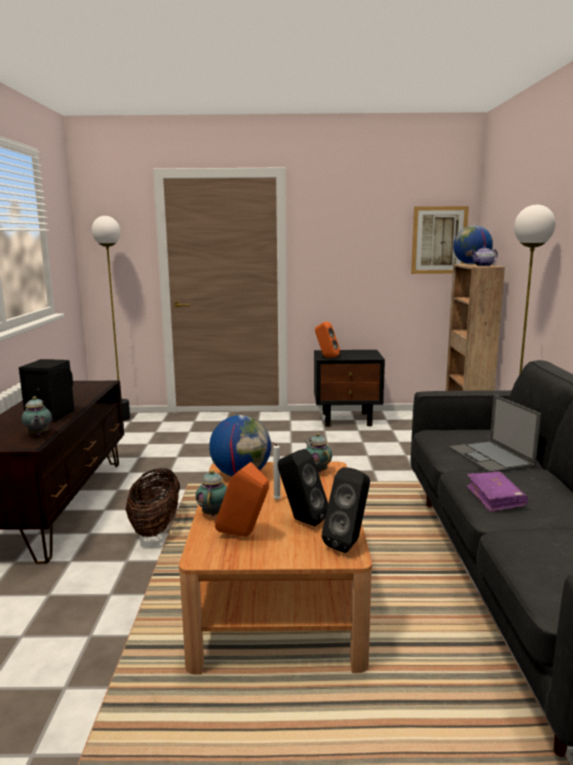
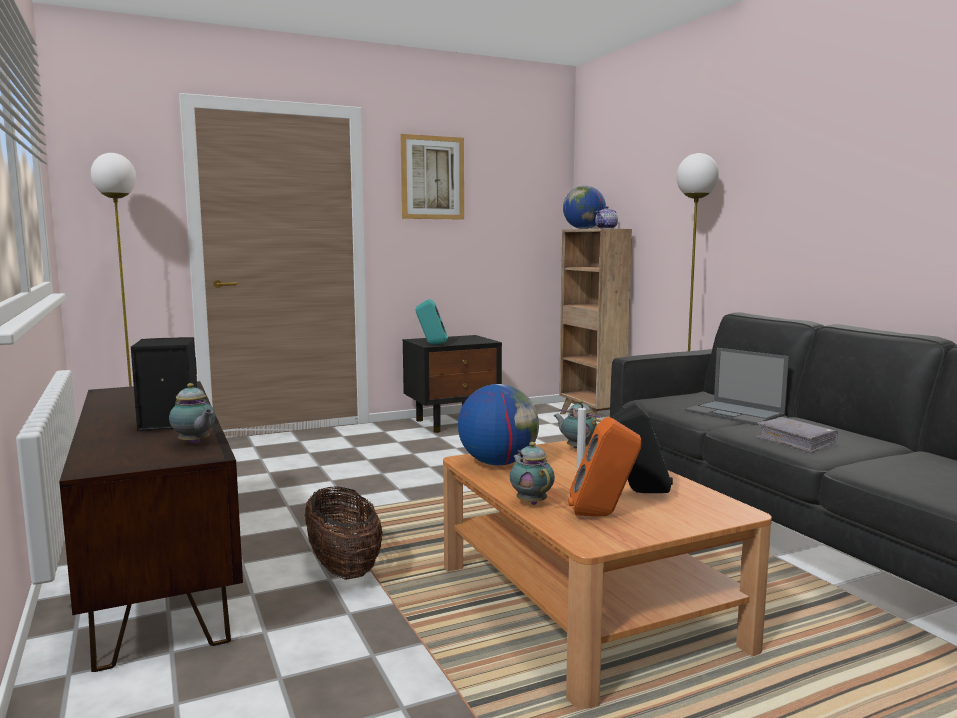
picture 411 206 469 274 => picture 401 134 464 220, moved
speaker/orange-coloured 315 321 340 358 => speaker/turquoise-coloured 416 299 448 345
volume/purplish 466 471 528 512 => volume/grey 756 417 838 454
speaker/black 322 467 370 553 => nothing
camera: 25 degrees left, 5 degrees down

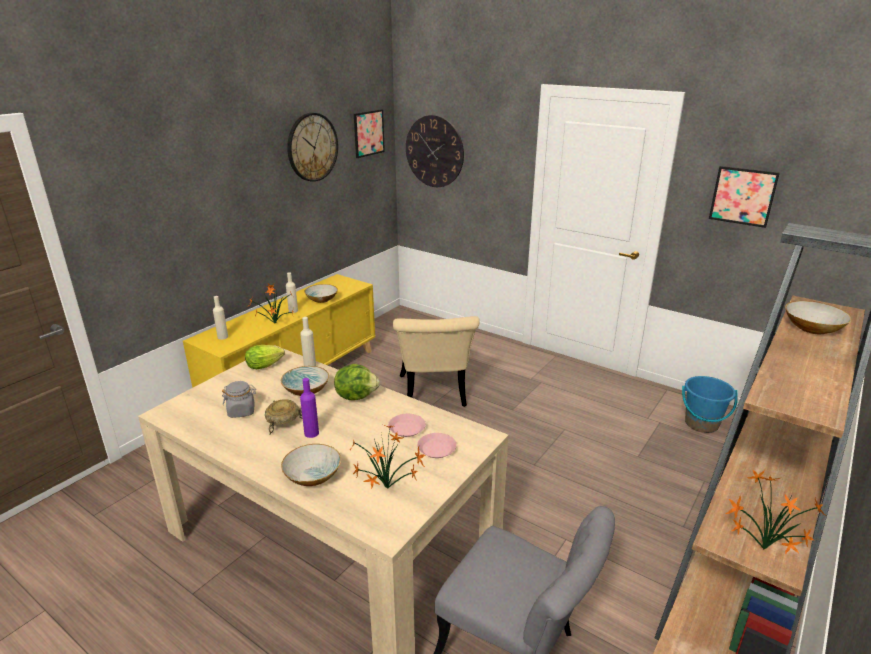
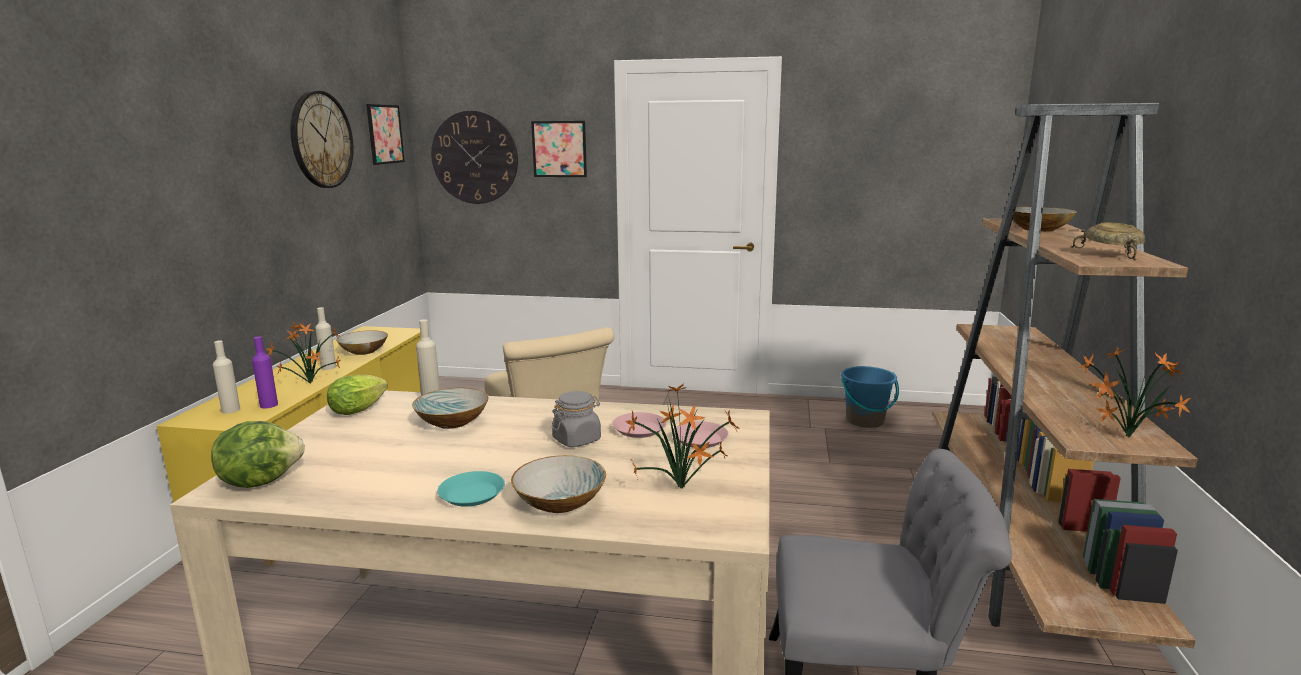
lettuce head 334 364 380 400 => lettuce head 211 421 305 488, moved
beverage bottle/purplish 300 378 319 438 => beverage bottle/purplish 252 336 278 408, moved
nothing => flat dish/turquoise-coloured 437 471 505 507
picture 709 166 780 228 => picture 531 121 587 177, moved
storage jar/grey 222 381 256 418 => storage jar/grey 552 391 601 447, moved
serving bowl/beige-coloured 265 399 303 435 => serving bowl/beige-coloured 1071 222 1145 260, moved
camera: 25 degrees left, 10 degrees down

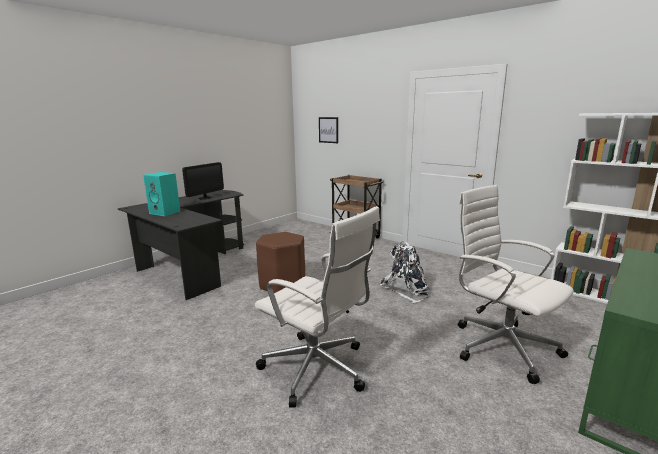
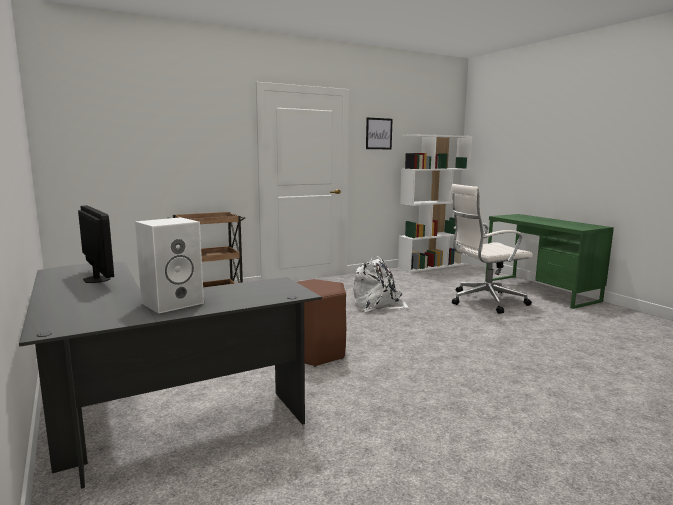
speaker/turquoise-coloured 143 172 180 216 => speaker/white-coloured 135 217 204 314
picture 319 117 338 143 => picture 366 118 393 149, moved
computer chair/white-coloured 255 206 380 408 => nothing
camera: 70 degrees left, 5 degrees down

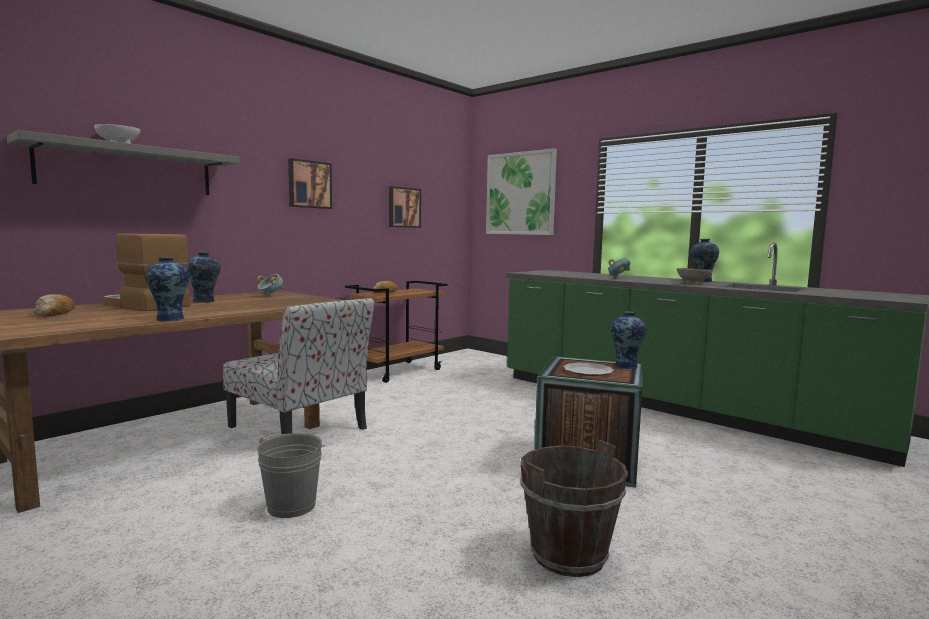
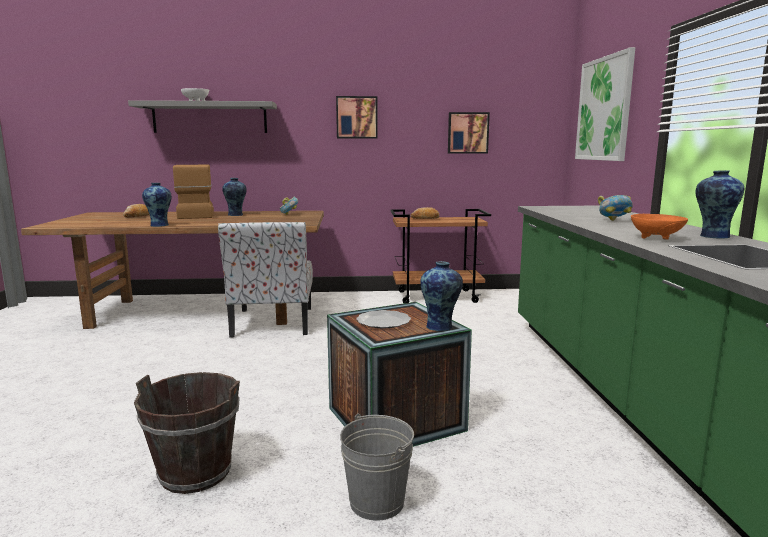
pail/grey 257 433 325 518 => pail/grey 340 413 414 521, moved
serving bowl/grey 677 268 713 284 => serving bowl/orange-coloured 631 214 688 240
camera: 45 degrees right, 5 degrees up

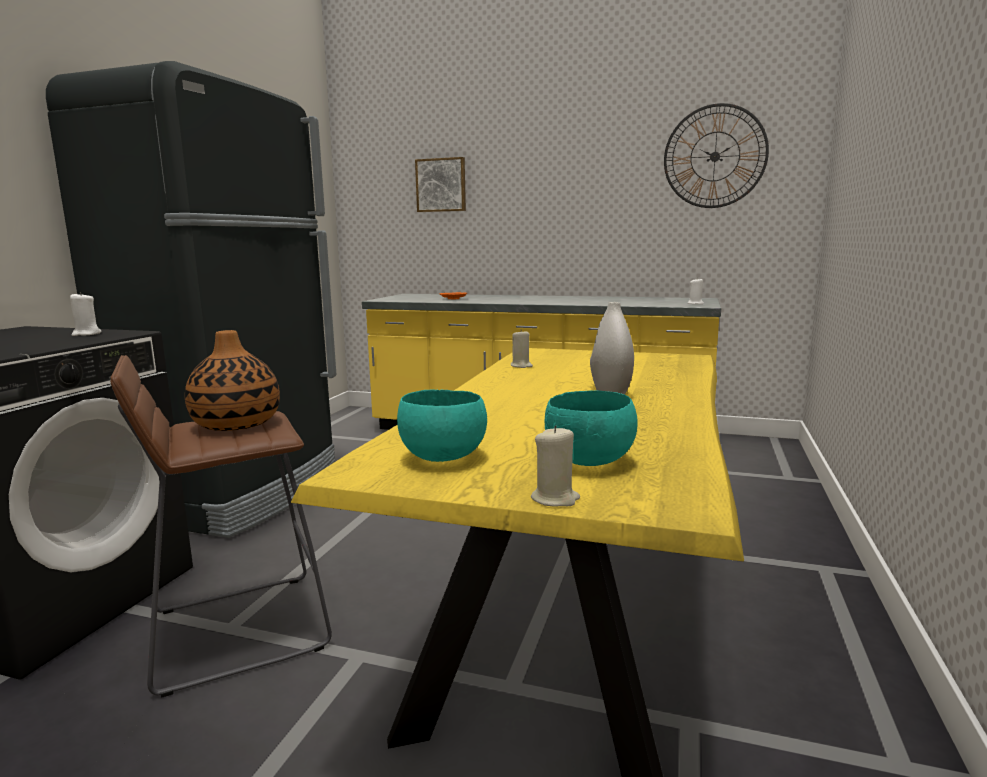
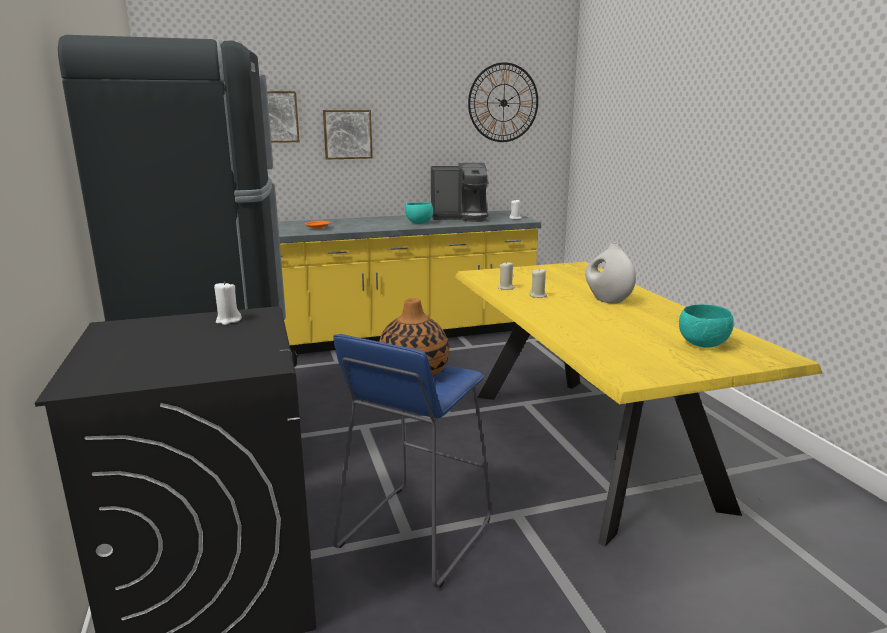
nothing => picture 323 110 373 160
stool/brown 110 355 332 698 => stool/blue-coloured 333 334 491 588
serving bowl/turquoise-coloured 397 389 487 462 => serving bowl/turquoise-coloured 405 202 433 224, moved
nothing => coffee machine 431 163 489 222
wax candle/beige-coloured 531 425 580 507 => wax candle/beige-coloured 529 268 547 298, moved
camera: 35 degrees left, 5 degrees up

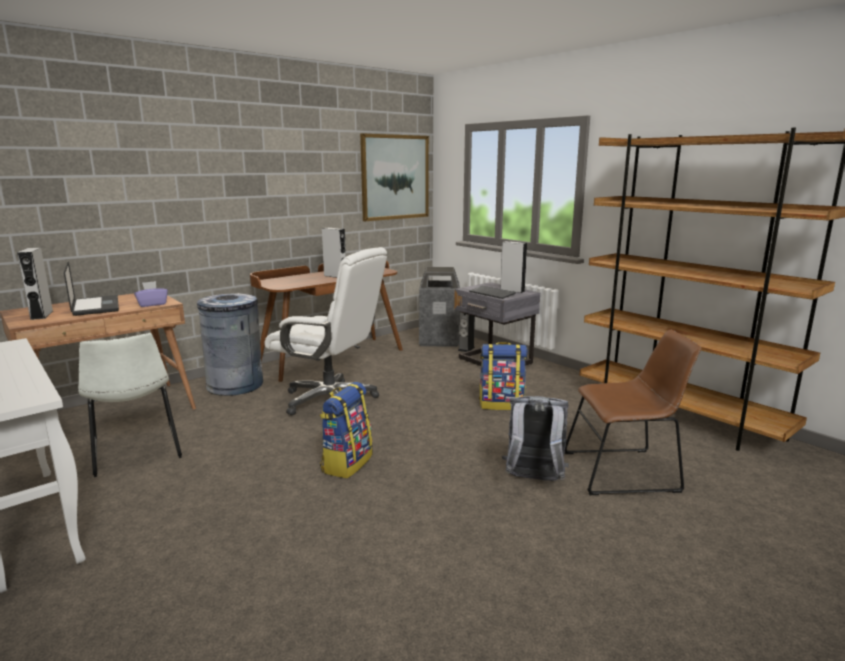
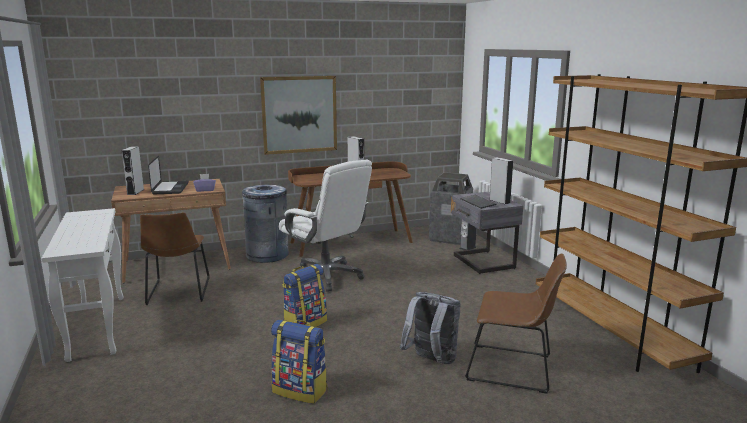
plain chair/white-coloured 78 333 182 477 => plain chair/brown 140 212 210 305
picture 360 133 429 221 => picture 260 76 337 155, moved
knapsack 479 342 528 410 => knapsack 271 320 328 404, moved
camera: 20 degrees right, 0 degrees up

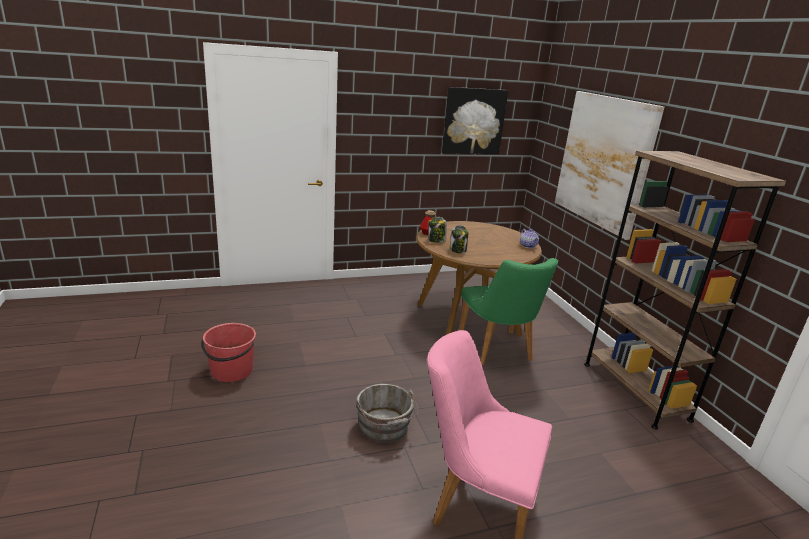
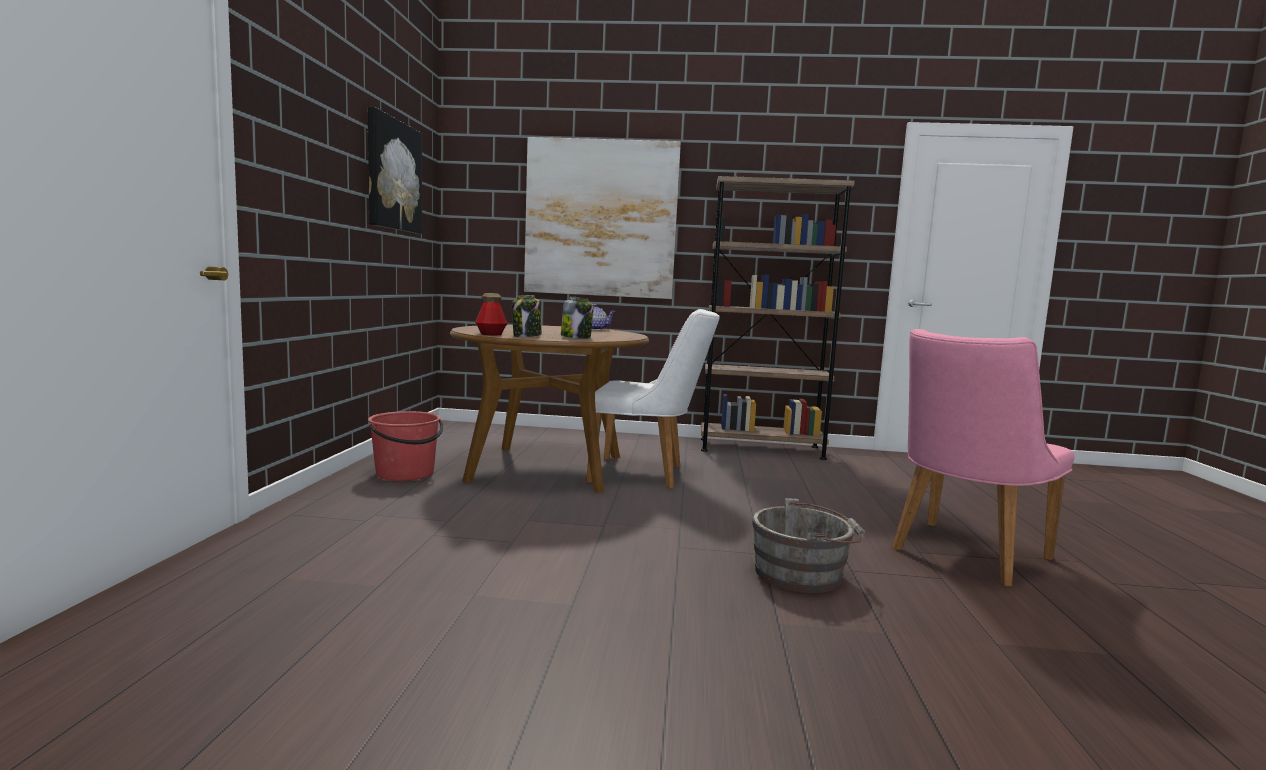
pail/reddish 201 323 256 382 => pail/reddish 368 411 443 481, moved
plain chair/green-coloured 459 258 558 365 => plain chair/white-coloured 586 309 720 489
camera: 65 degrees left, 15 degrees down

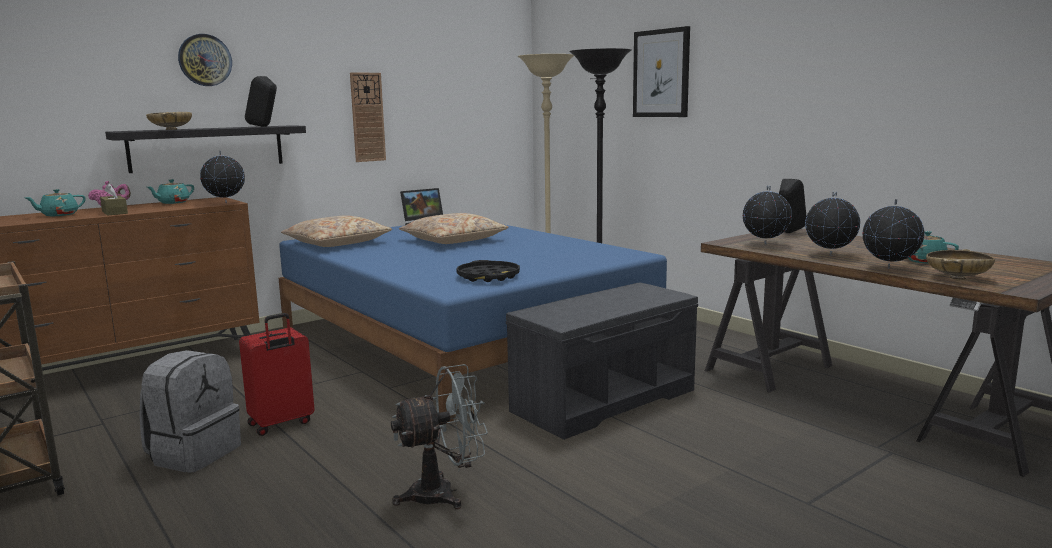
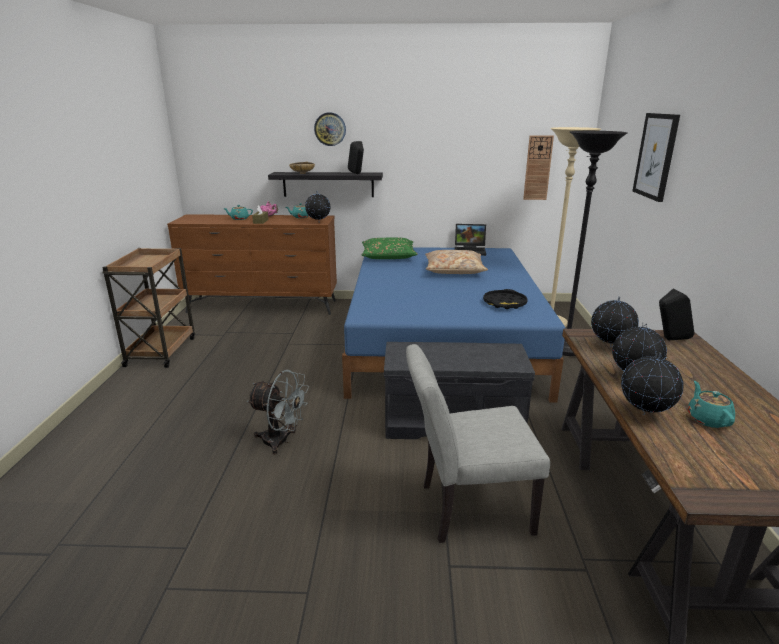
cushion/beige-coloured 281 215 392 247 => cushion/green-coloured 361 238 418 259
nothing => plain chair/grey 406 344 550 543
serving tray/black 456 260 520 282 => serving tray/black 483 289 528 309, moved
wall clock 350 72 386 162 => wall clock 523 135 554 200, moved
knapsack/grey 140 350 241 473 => nothing
suitcase/reddish 239 313 315 436 => nothing
serving bowl/beige-coloured 926 249 995 280 => nothing
camera: 40 degrees right, 10 degrees up

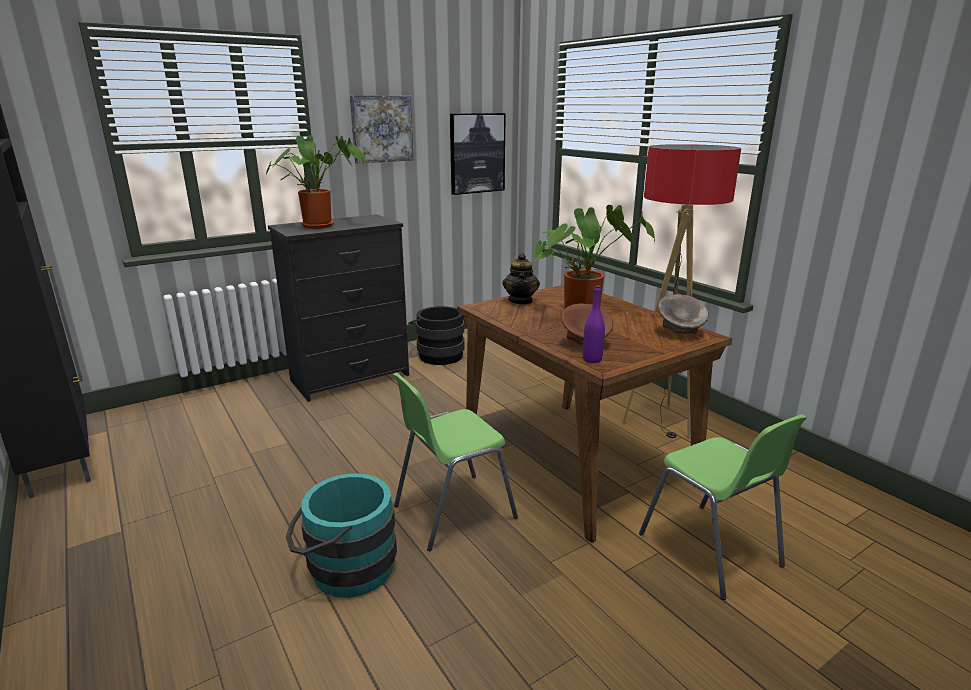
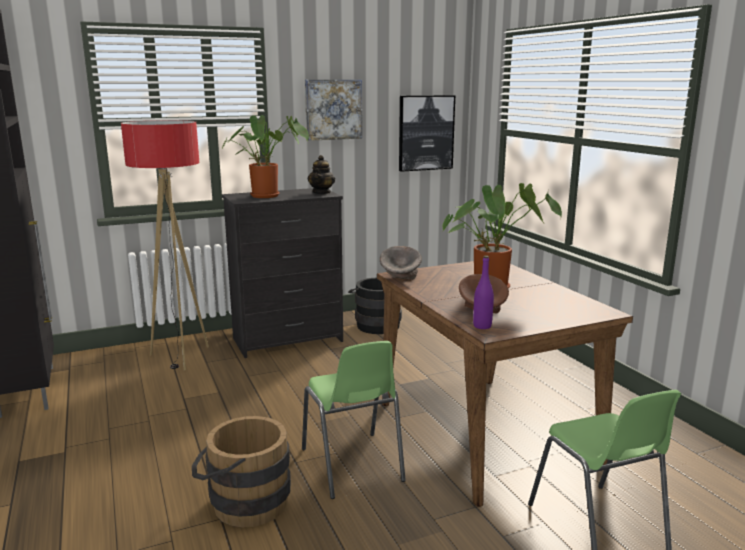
floor lamp 622 144 741 439 => floor lamp 121 120 209 371, moved
pail/turquoise-coloured 286 473 397 598 => pail/brown 192 416 291 528
plain chair/green-coloured 393 373 518 551 => plain chair/green-coloured 302 341 406 499, 90 degrees counterclockwise
pot for tea 502 253 540 305 => pot for tea 308 155 335 194, moved
serving bowl/grey 658 294 709 334 => serving bowl/grey 380 246 422 280, moved
camera: 10 degrees right, 5 degrees down

